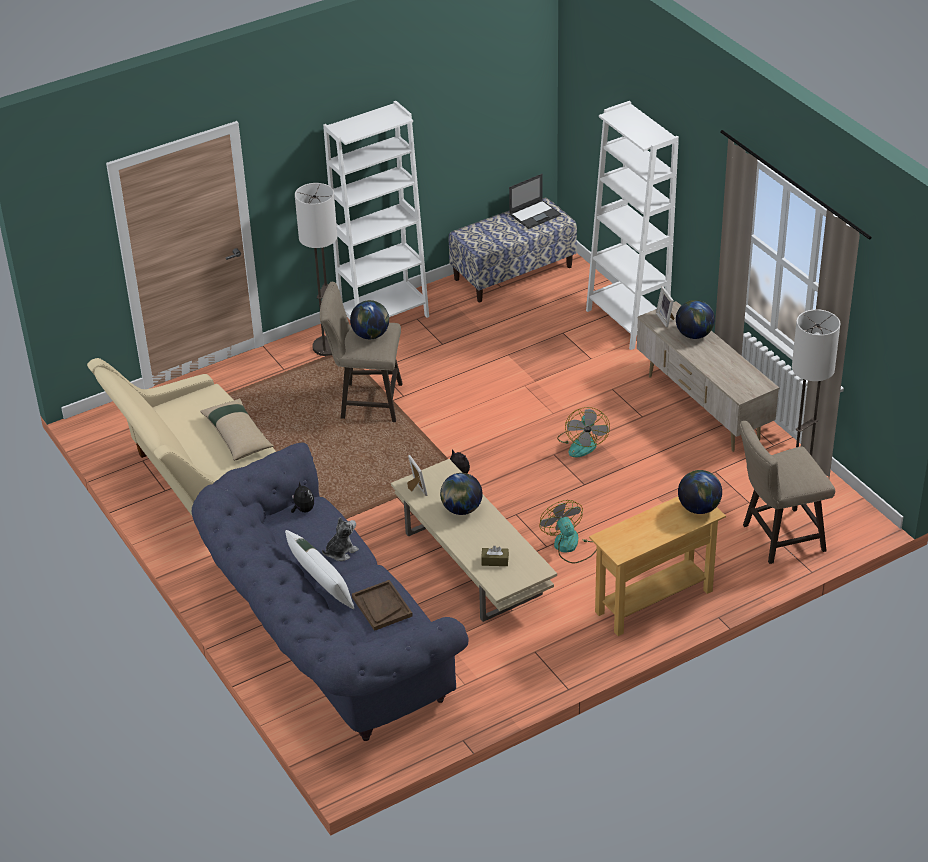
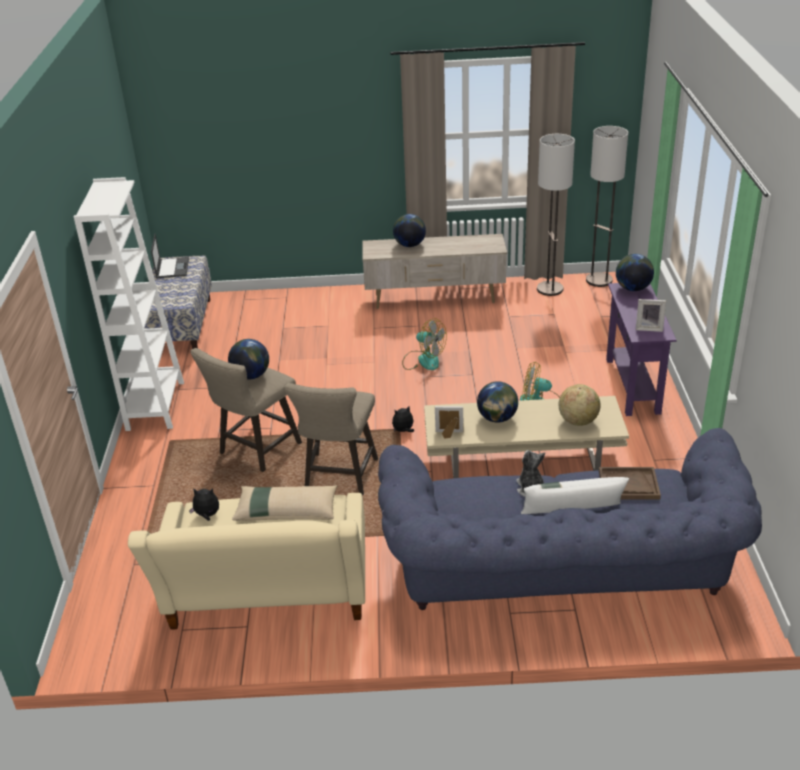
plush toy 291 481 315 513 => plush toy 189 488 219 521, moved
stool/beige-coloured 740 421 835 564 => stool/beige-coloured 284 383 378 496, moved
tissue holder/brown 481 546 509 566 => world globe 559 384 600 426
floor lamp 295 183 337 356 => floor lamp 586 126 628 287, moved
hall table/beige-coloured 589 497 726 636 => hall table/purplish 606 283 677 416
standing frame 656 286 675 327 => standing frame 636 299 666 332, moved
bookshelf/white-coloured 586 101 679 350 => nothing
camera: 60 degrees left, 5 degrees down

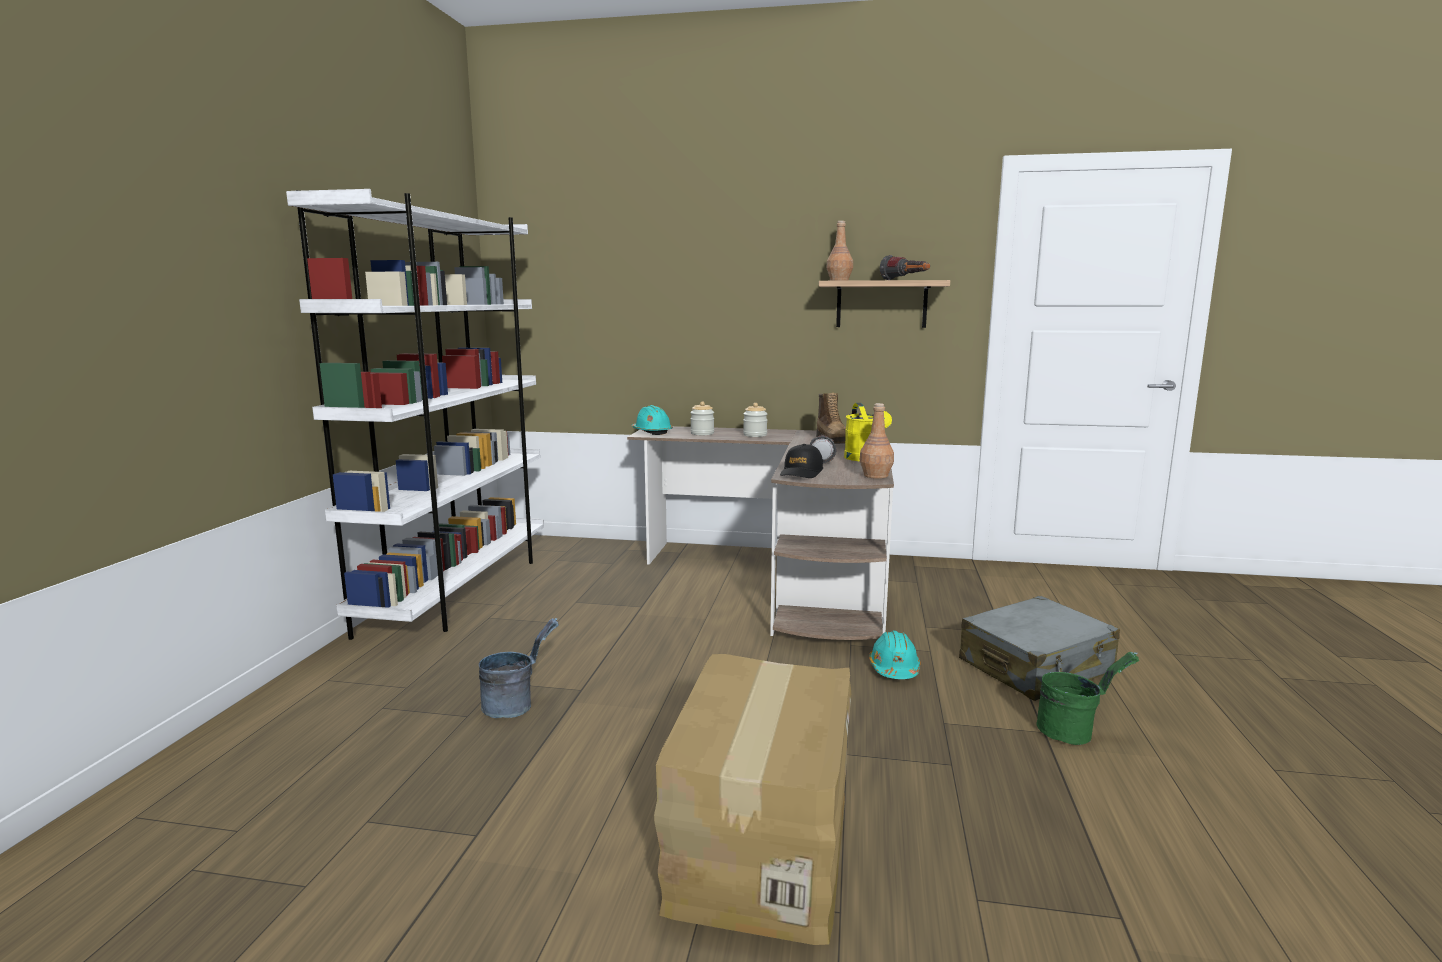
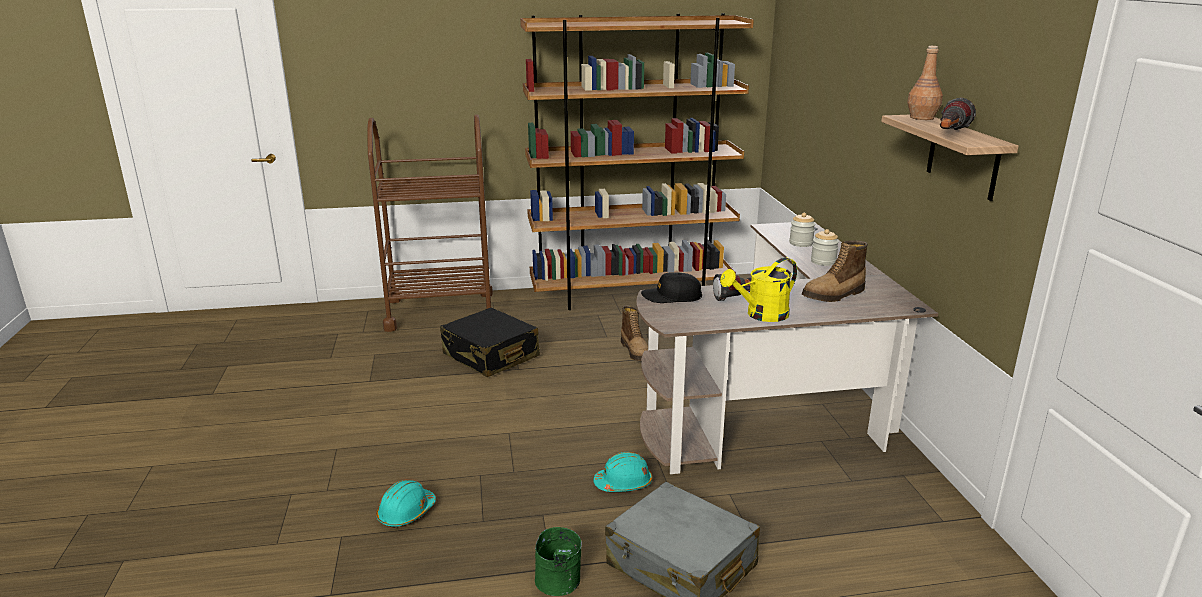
nothing => trolley/brown 367 114 493 332
work helmet/turquoise-coloured 632 405 672 435 => work helmet/turquoise-coloured 376 480 436 528, moved
pail/grey 479 618 559 718 => suitcase/black 440 307 540 377
bookshelf/white-coloured 286 189 544 640 => bookshelf/brown 520 13 754 310
nothing => boot 621 305 648 361
cardboard box 654 654 851 945 => nothing
beverage bottle/brown 860 403 894 479 => nothing
camera: 70 degrees right, 10 degrees up

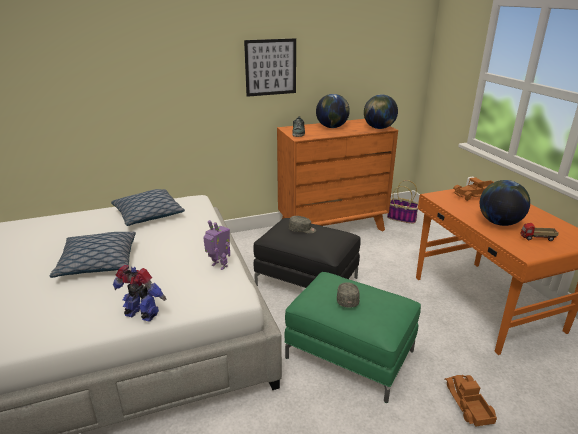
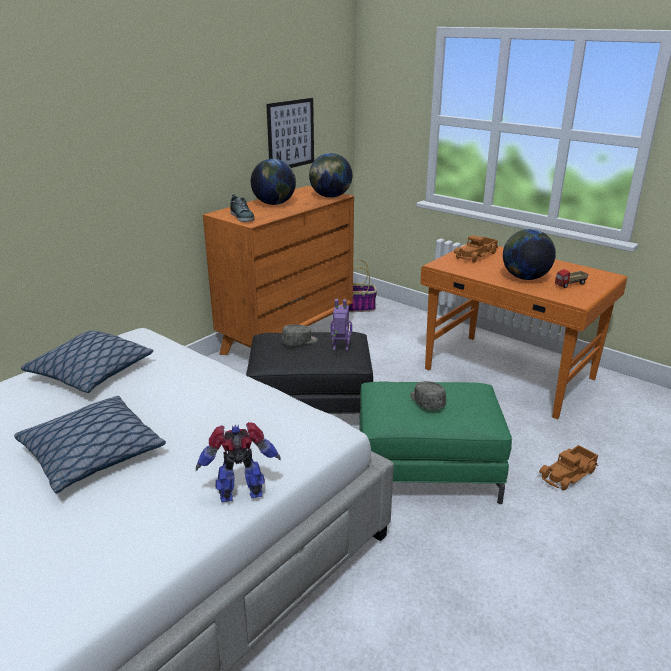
picture 244 38 296 97 => picture 266 98 314 168, moved
toy robot 203 220 230 270 => toy robot 331 299 352 351, moved
toy truck 444 375 497 427 => toy truck 539 445 598 491, 90 degrees counterclockwise
camera: 30 degrees left, 0 degrees up

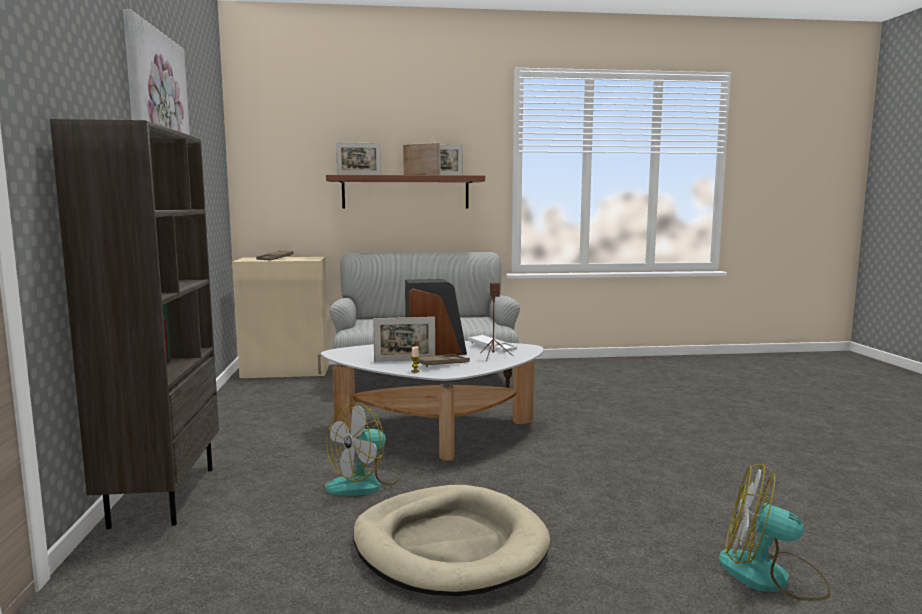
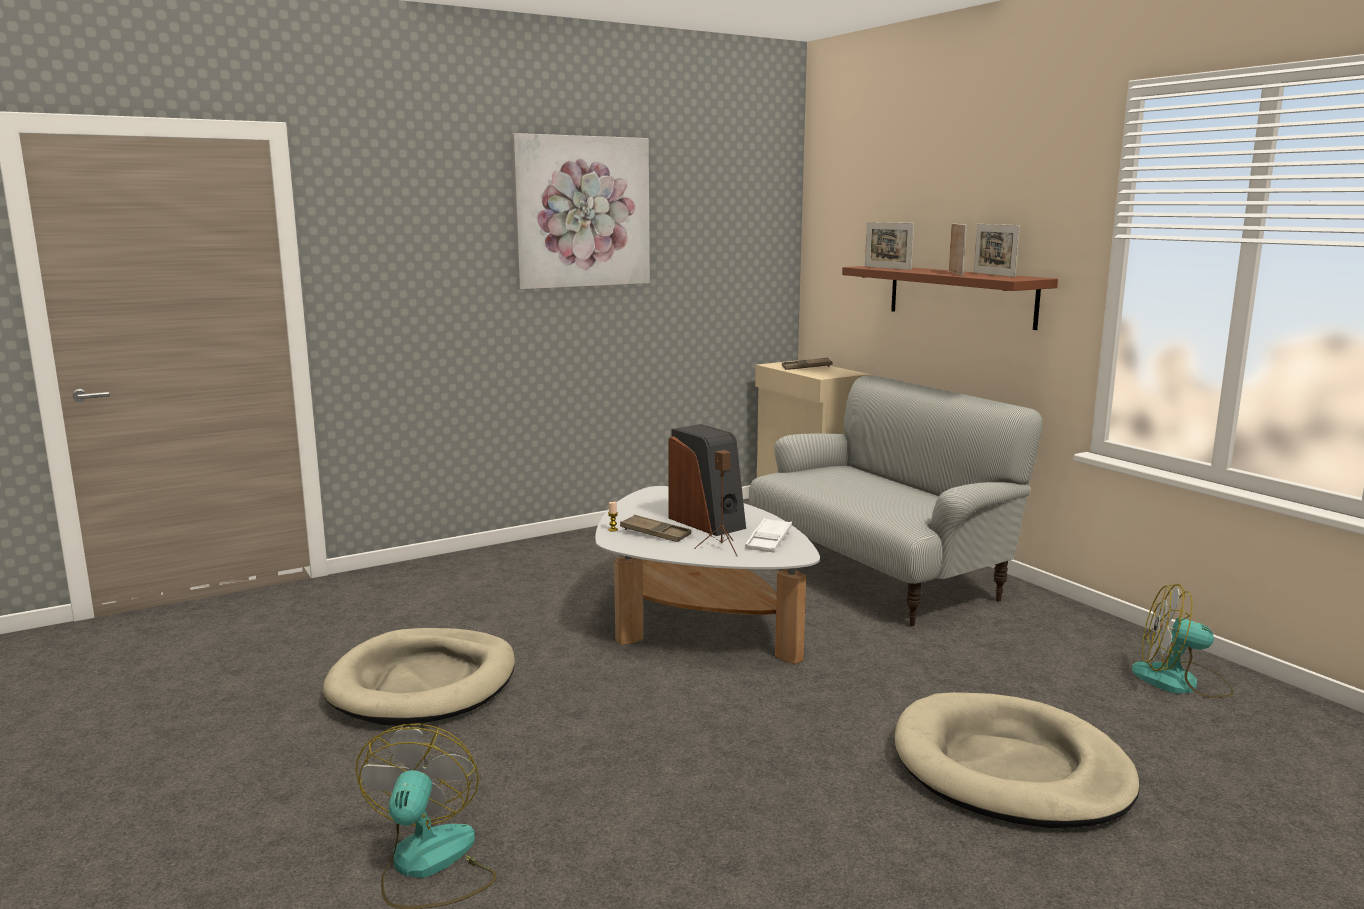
nothing => pet bed/beige-coloured 894 692 1140 828
fan 325 402 401 495 => fan 1132 583 1234 698, moved
bookshelf/brown 50 119 219 529 => nothing
standing frame 373 317 435 362 => nothing
camera: 65 degrees right, 5 degrees up

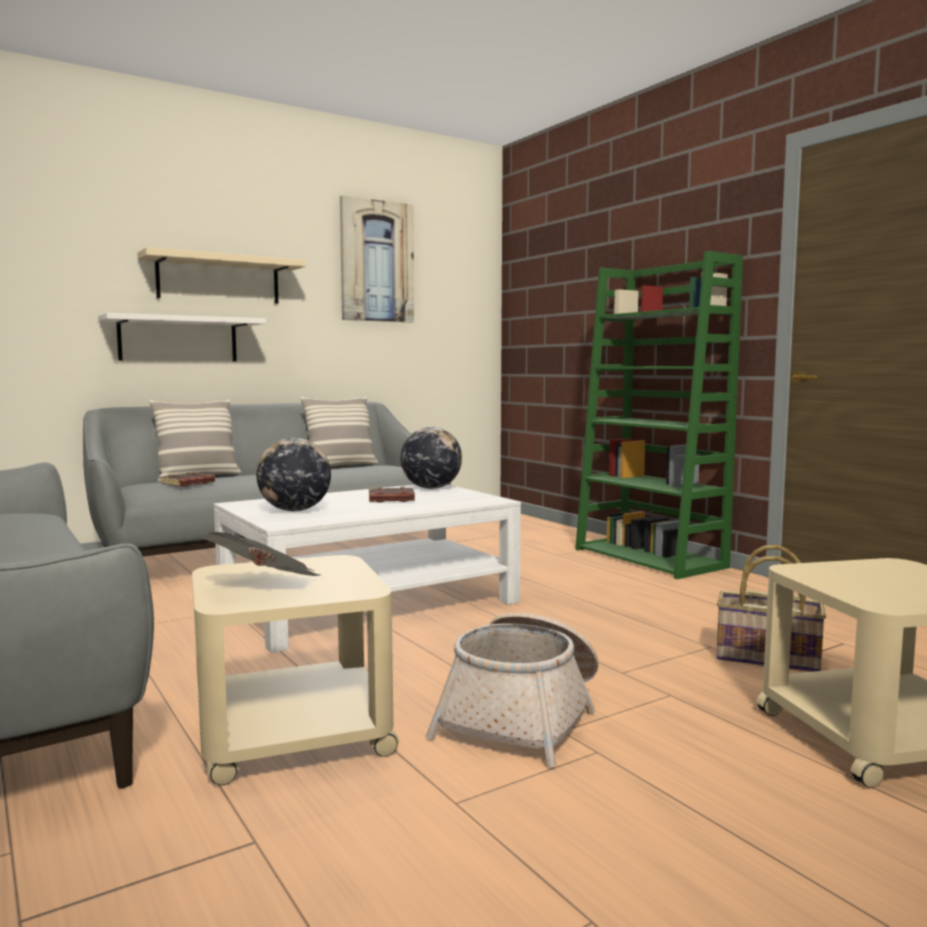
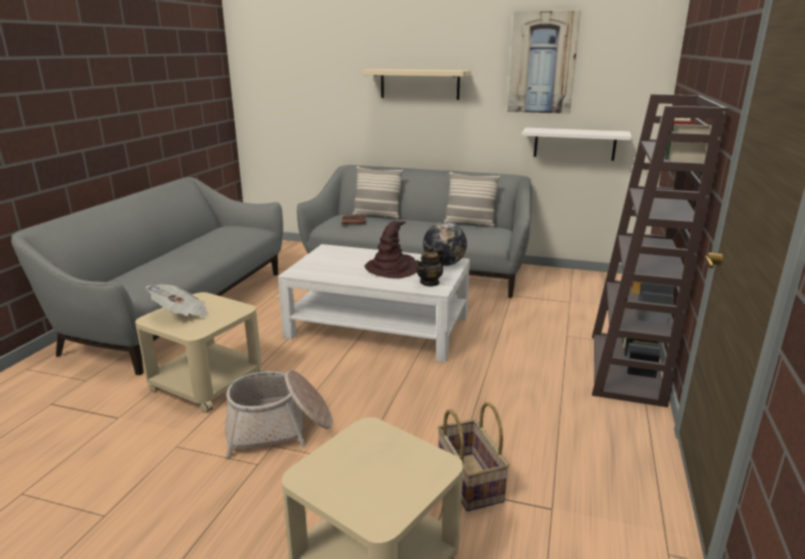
volume/brown 369 487 415 502 => wearable hat/brown 364 221 418 279
nothing => pot for tea 416 246 444 287
shelf/white-coloured 98 313 266 361 => shelf/white-coloured 521 128 632 161, moved
bookshelf/green-coloured 575 251 743 579 => bookshelf/brown 592 94 729 407
world globe 256 438 331 511 => nothing
camera: 50 degrees right, 15 degrees up

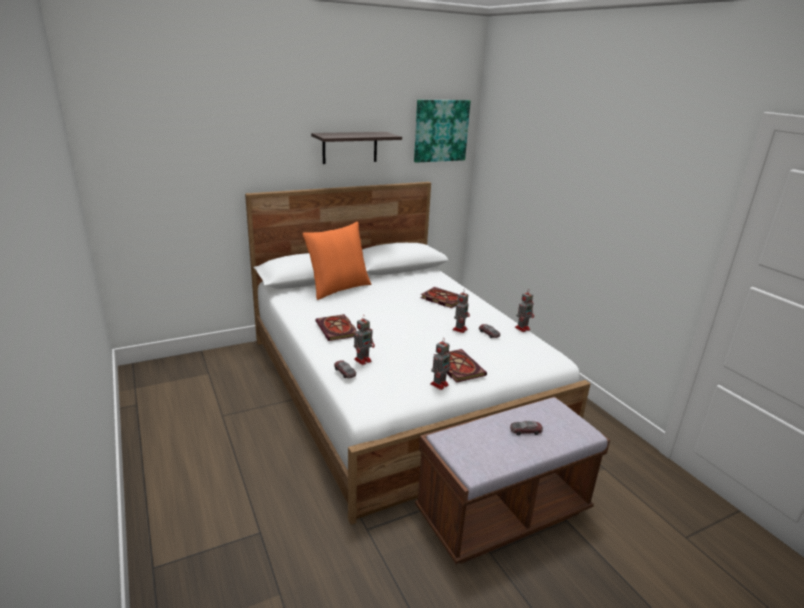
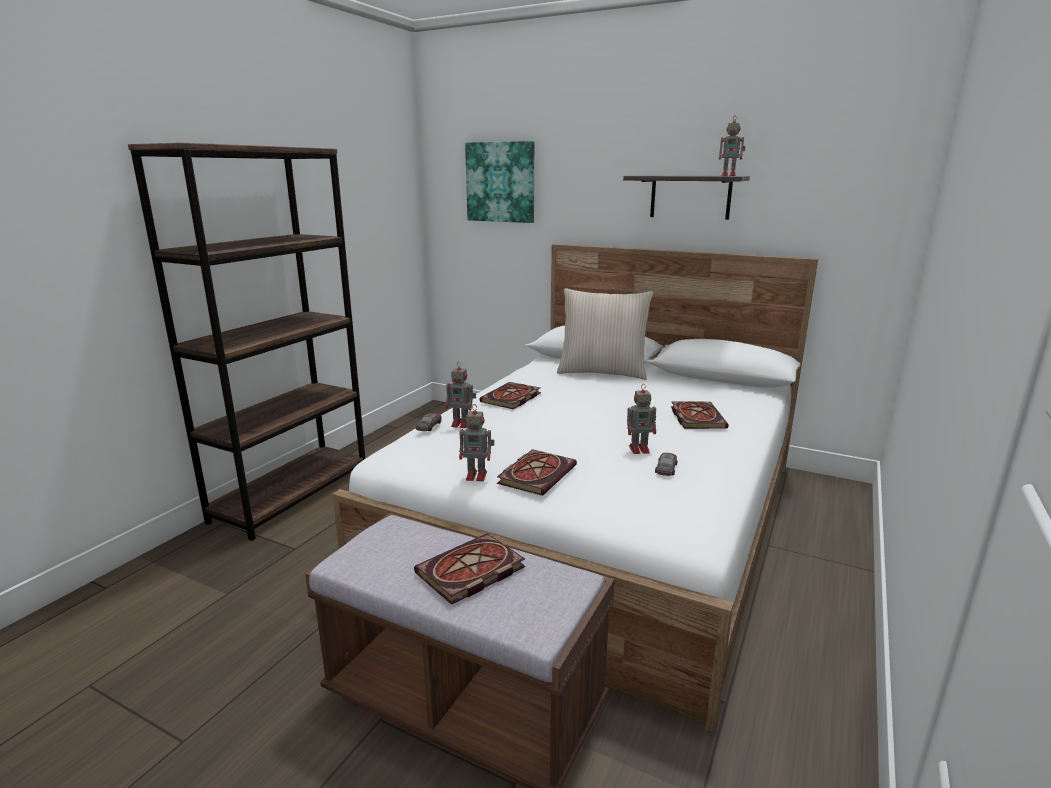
nothing => bookshelf/brown 128 143 366 541
toy car 510 421 543 435 => volume 414 533 525 605
picture 414 100 471 163 => picture 465 141 534 223, moved
cushion/orange-coloured 302 222 371 300 => cushion/beige-coloured 557 288 653 380
toy robot 515 290 534 332 => toy robot 719 117 745 176, moved
camera: 55 degrees right, 5 degrees down

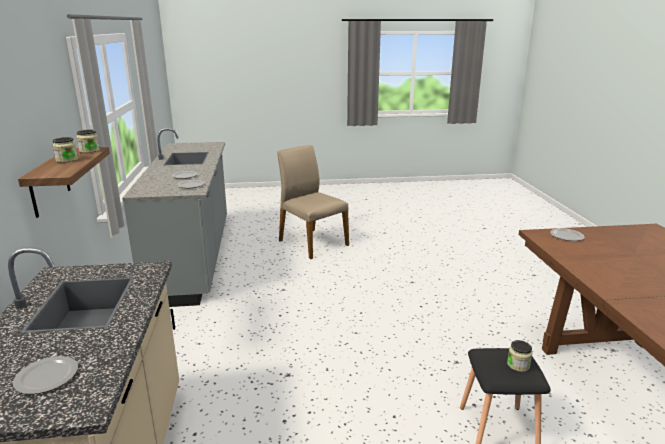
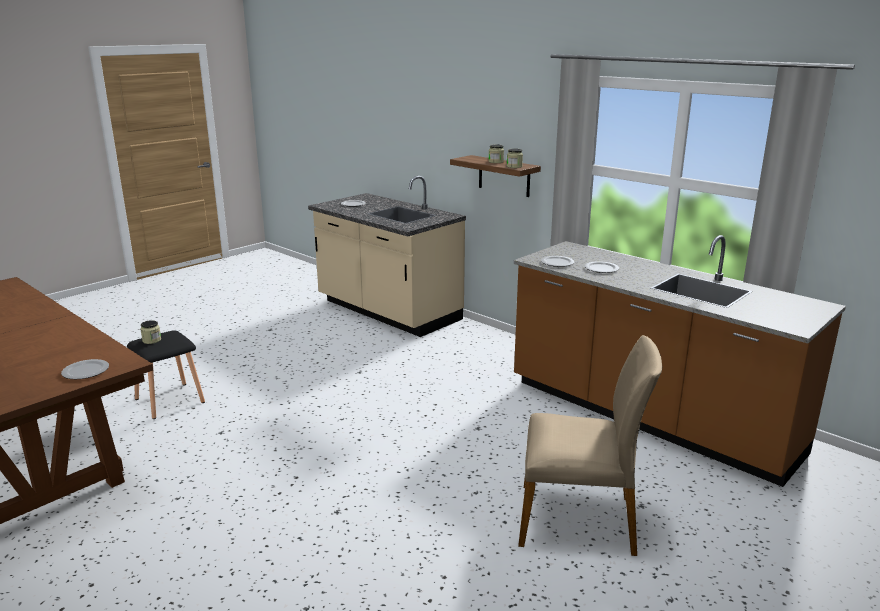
kitchen base unit/grey 122 128 227 307 => kitchen base unit/brown 514 235 846 487
camera: 140 degrees right, 0 degrees up

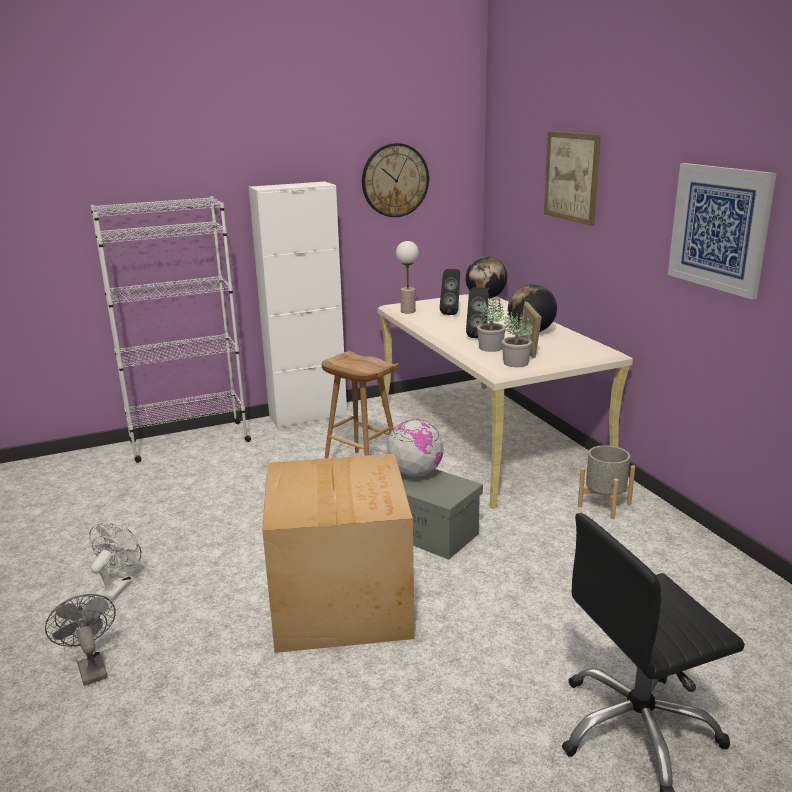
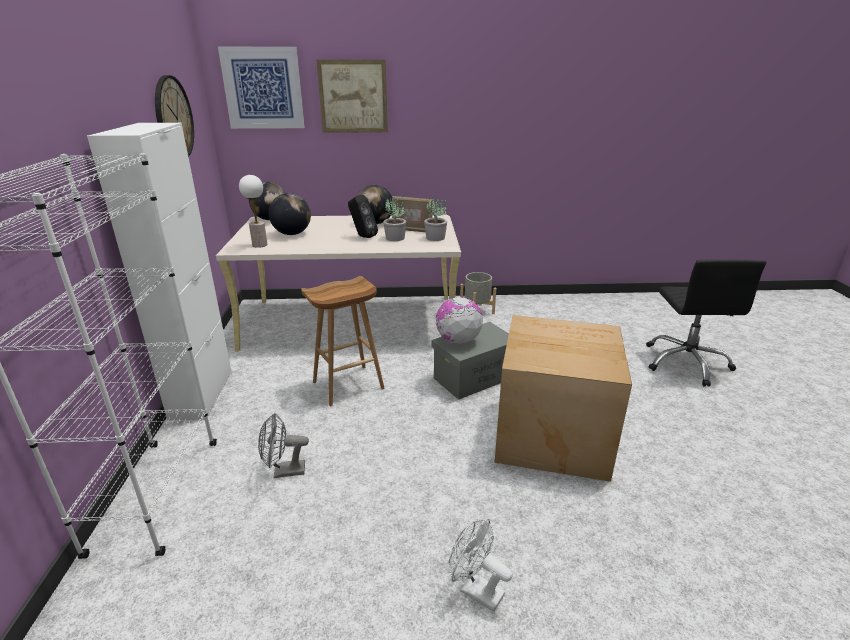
picture 668 163 777 299 => picture 218 47 305 129, moved
fan/grey 45 594 116 686 => fan/grey 258 413 309 478, moved
speaker/black 440 269 460 315 => world globe 269 193 311 235
camera: 70 degrees left, 5 degrees up

